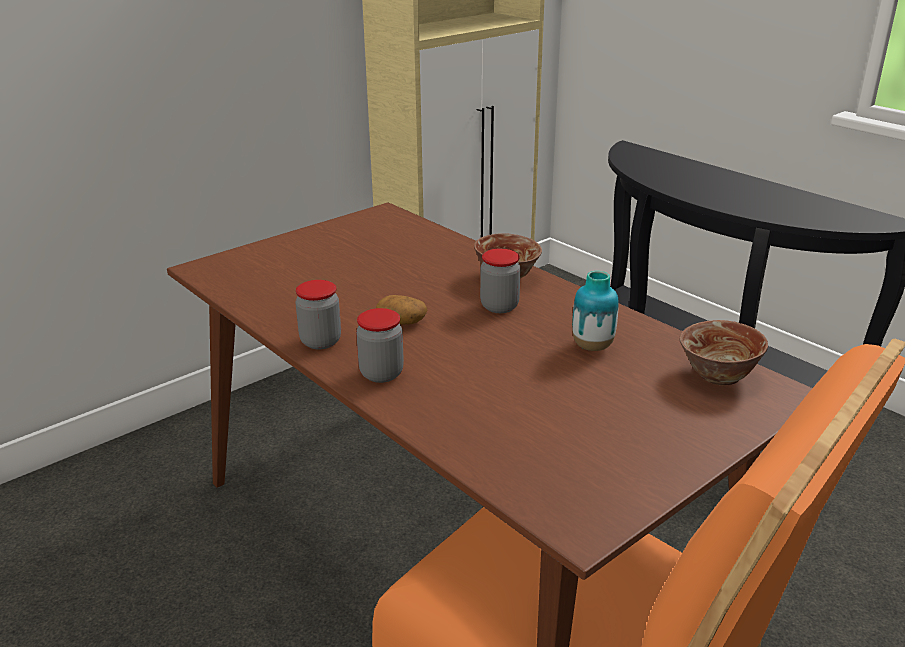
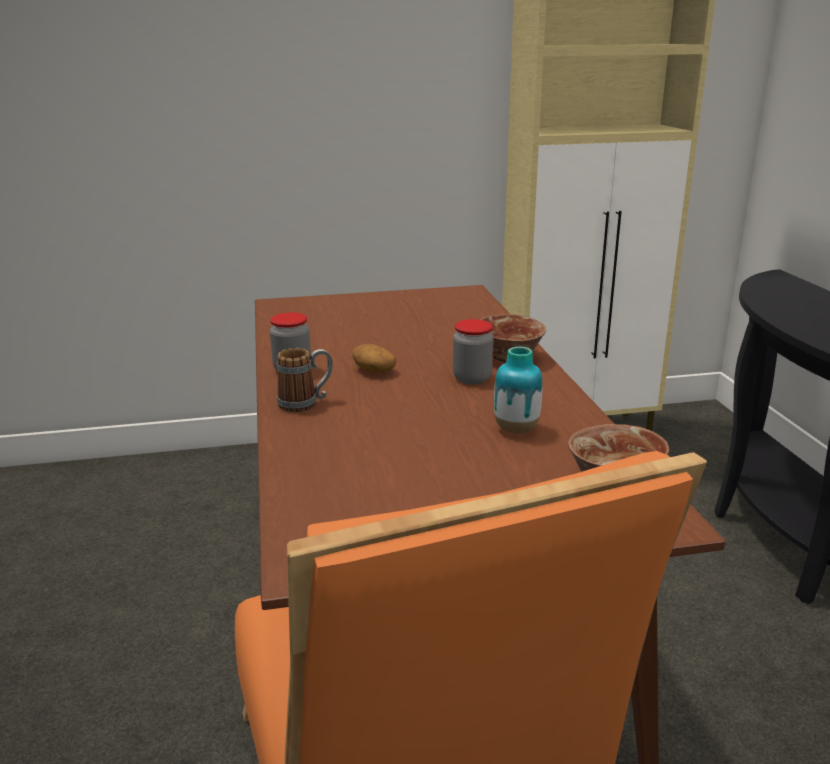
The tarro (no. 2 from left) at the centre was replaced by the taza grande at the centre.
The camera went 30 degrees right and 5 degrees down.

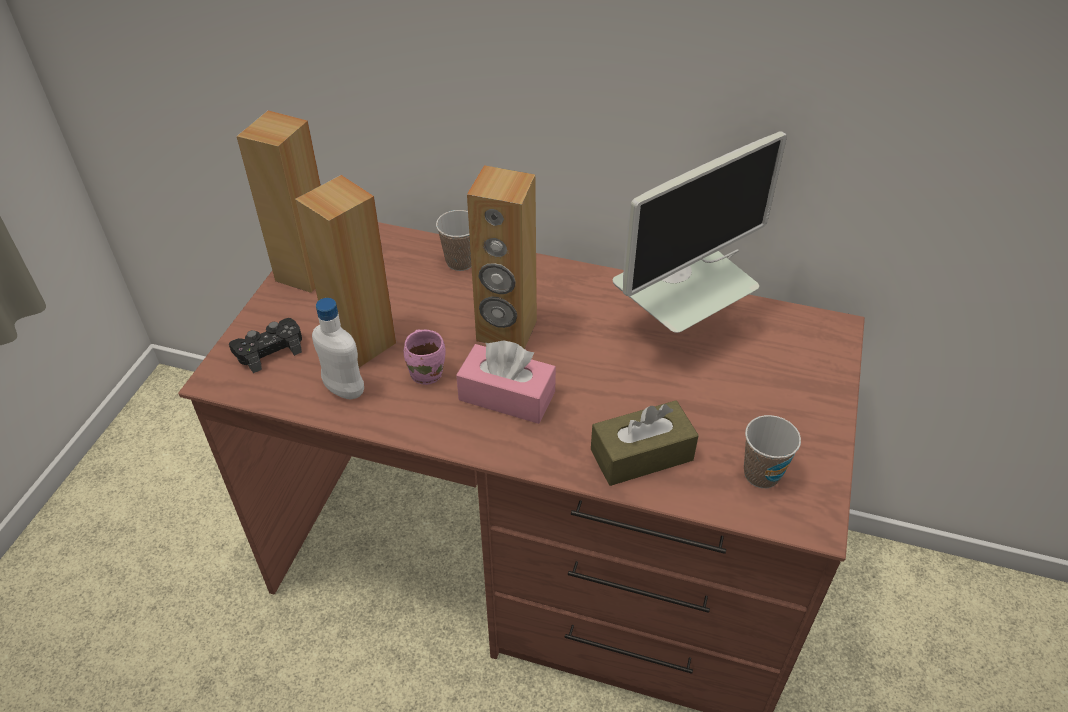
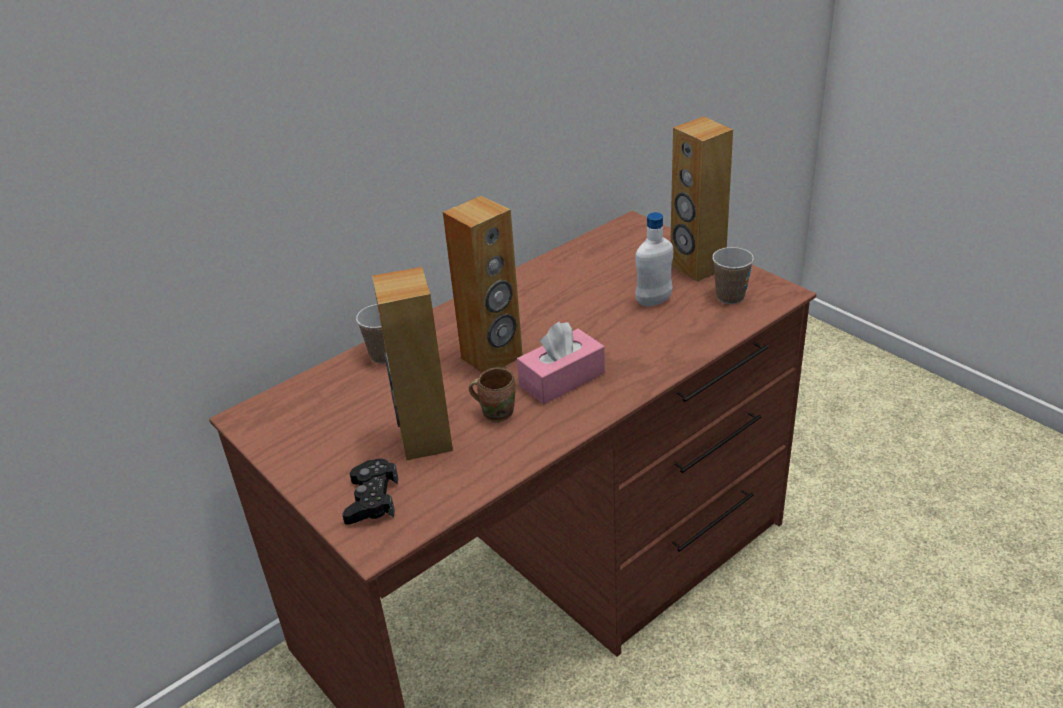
The caja de pañuelos [marrón] at the centre disappeared.
The monitor at the top centre disappeared.
The altavoz [marrón] (no. 1 from left in the first image) moved from the top left to the top centre.
The botella [blanco] moved from the middle left to the centre.
The taza grande [rosa] at the centre became the taza grande [marrón] at the centre.
The camera went 55 degrees left and 10 degrees down.

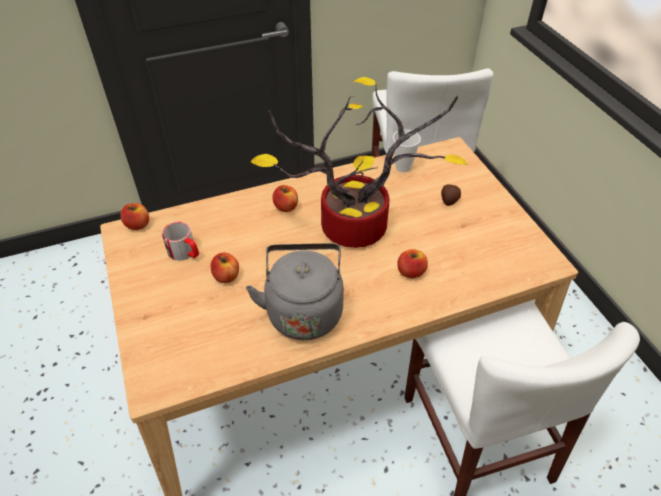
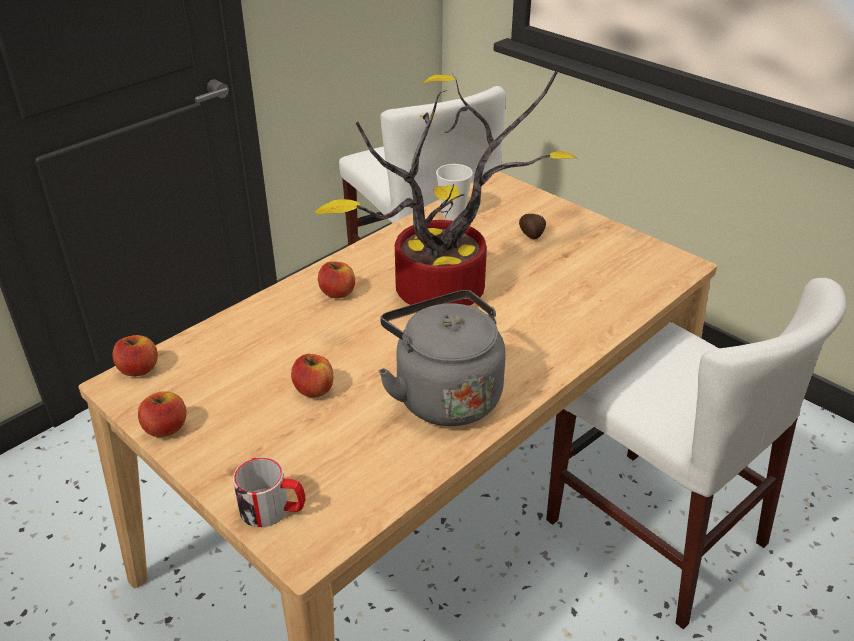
The taza grande moved from the middle left to the bottom left.
The manzana (no. 4 from left in the first image) moved from the centre to the middle left.
The camera went 25 degrees left and 10 degrees down.

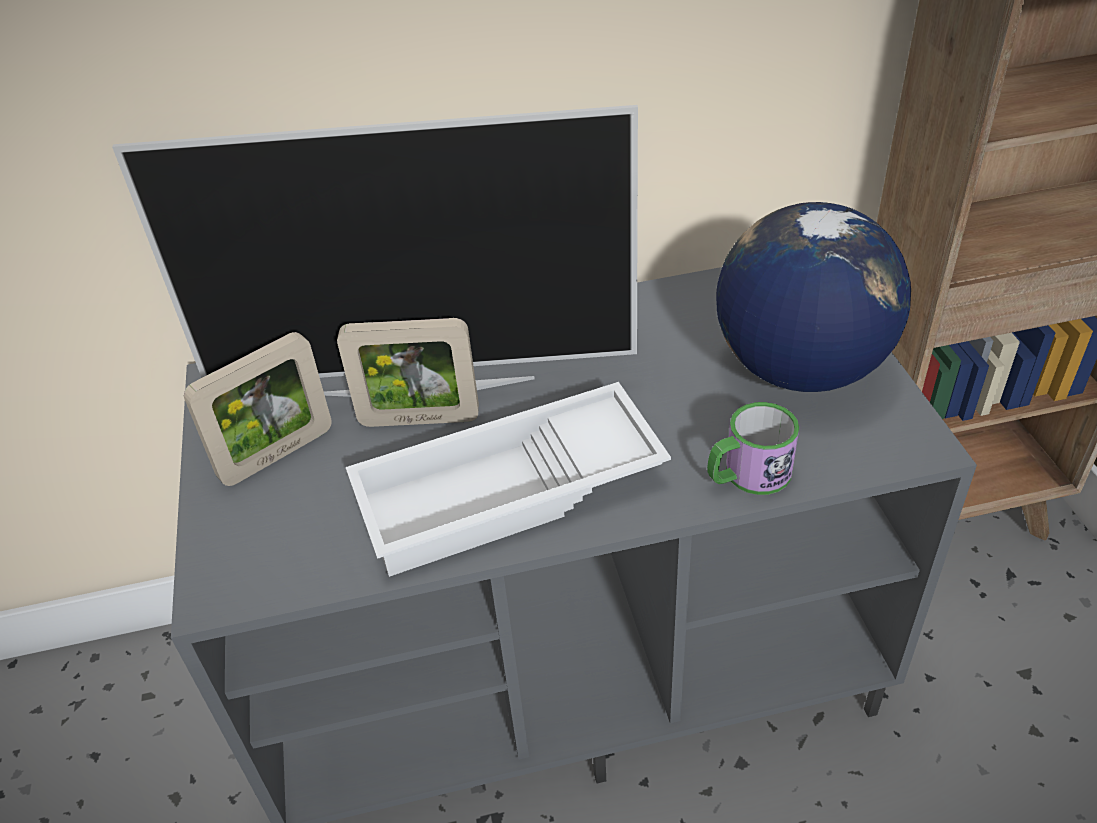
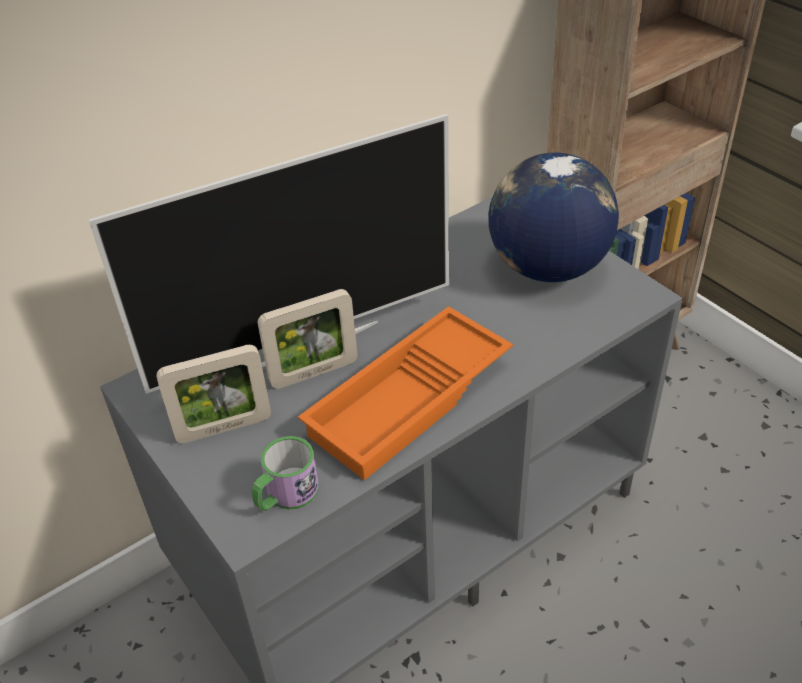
The taza grande moved from the middle right to the bottom centre.
The bandeja [blanco] at the centre became the bandeja [naranja] at the centre.
The portarretratos (no. 1 from left) at the middle left turned 45 degrees clockwise.
The camera went 25 degrees left and 0 degrees up.

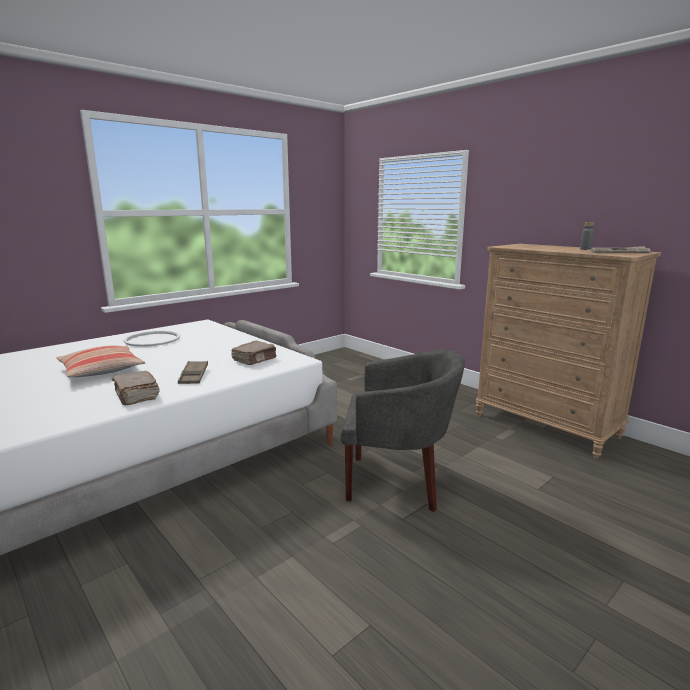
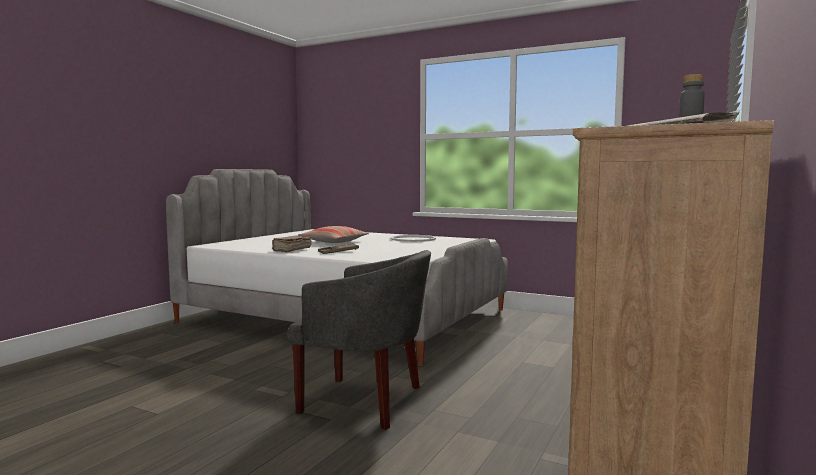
The libro [marrón] (no. 2 from left) at the centre disappeared.
The sillón [gris] at the centre turned 60 degrees counterclockwise.
The camera went 70 degrees right and 10 degrees down.

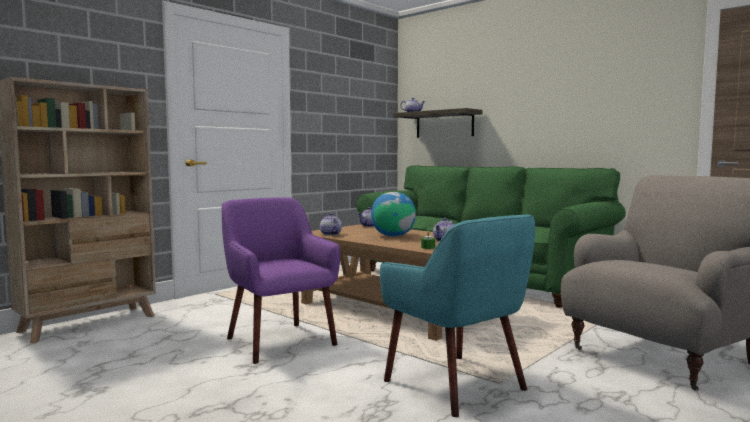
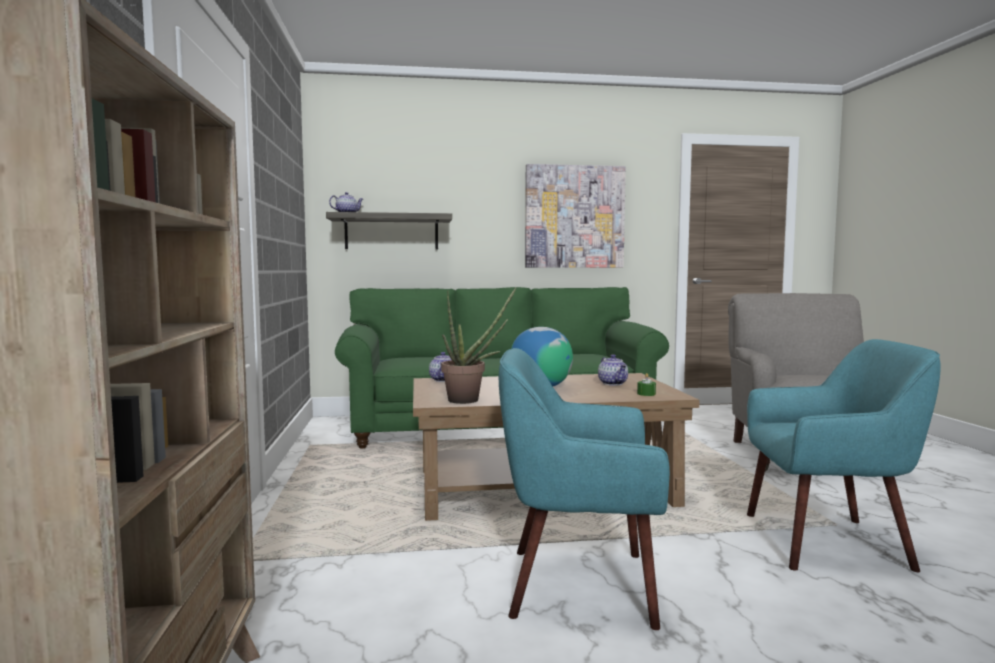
The cuadro at the top centre appeared.
The tetera (no. 1 from left) at the centre was replaced by the planta en maceta at the centre.
The sillón [morado] at the centre became the sillón [turquesa] (no. 1 from left) at the bottom centre.
The camera went 50 degrees left and 0 degrees up.

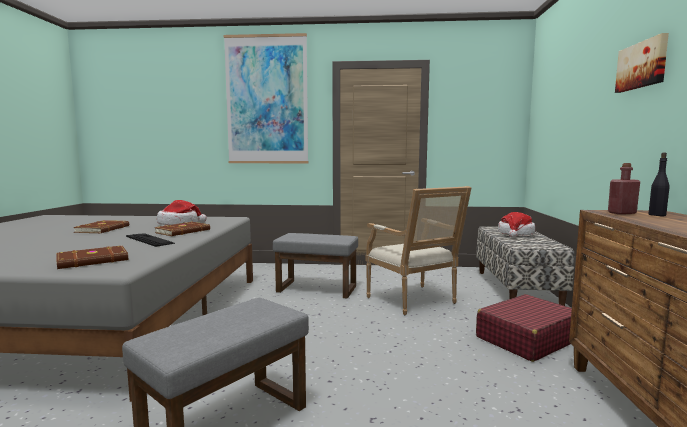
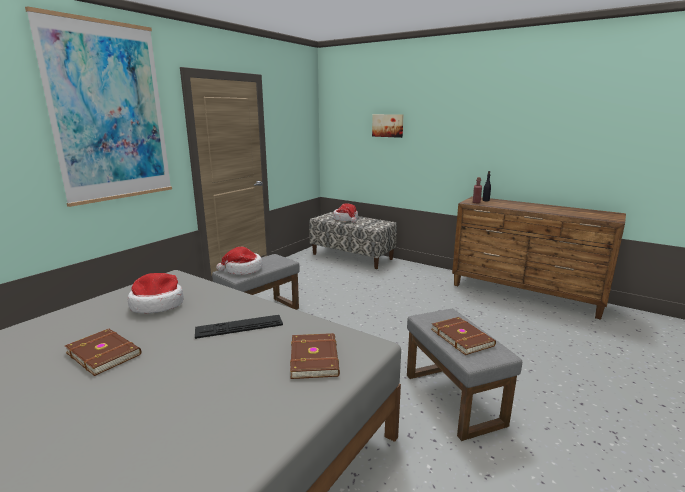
The sillón at the centre disappeared.
The maleta [rojo] at the bottom right disappeared.
The sombrero (no. 2 from left) at the centre appeared.
The libro [marrón] (no. 3 from left) moved from the middle left to the bottom right.
The cuadro (no. 2 from left) moved from the top right to the top centre.
The camera went 60 degrees left and 10 degrees up.

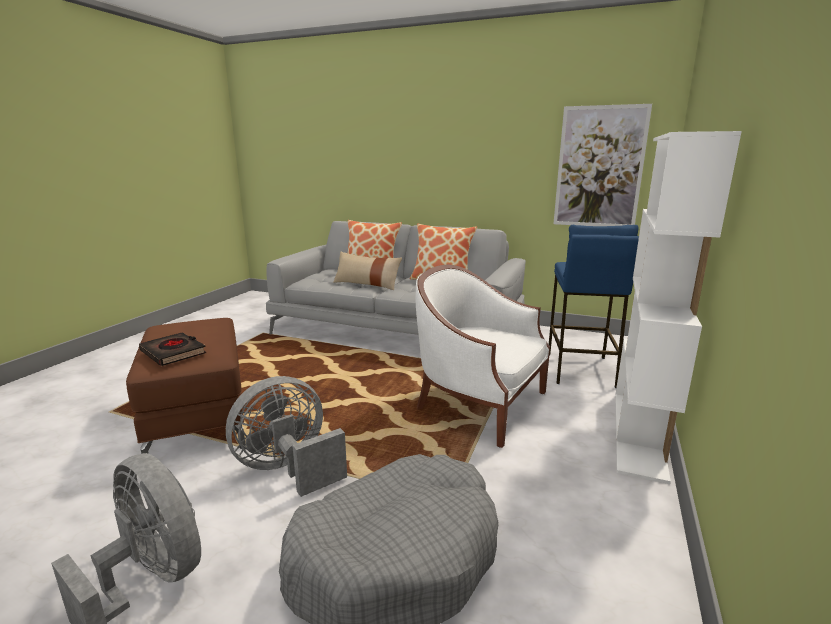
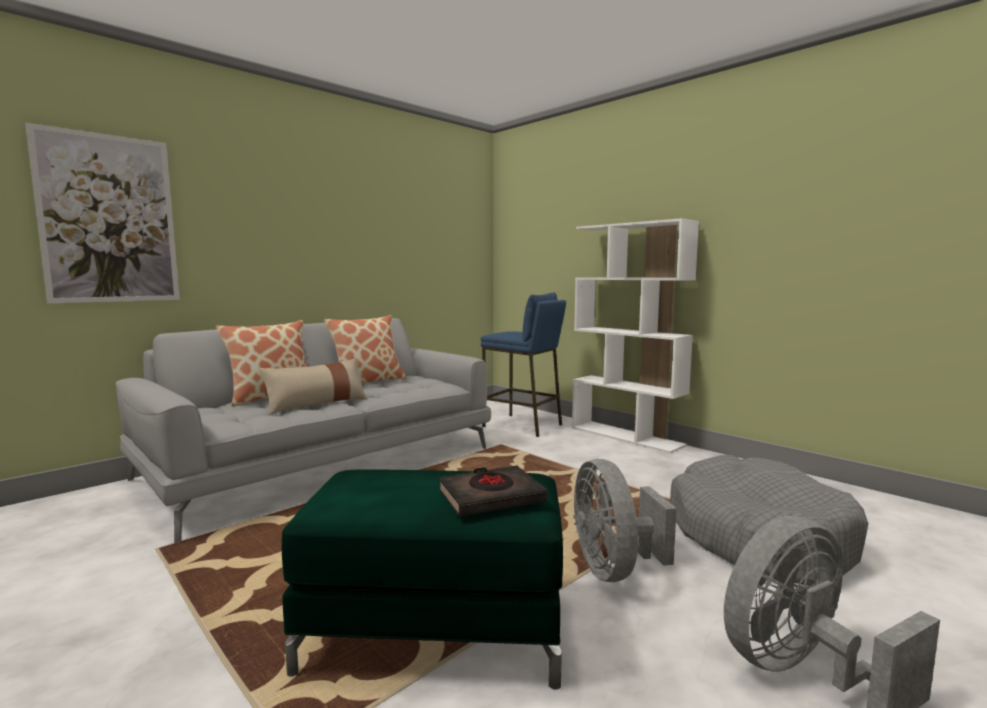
The sillón [blanco] at the centre disappeared.
The cuadro moved from the top right to the top left.
The puf [marrón] at the middle left became the puf [verde] at the bottom centre.
The camera went 65 degrees left and 10 degrees down.

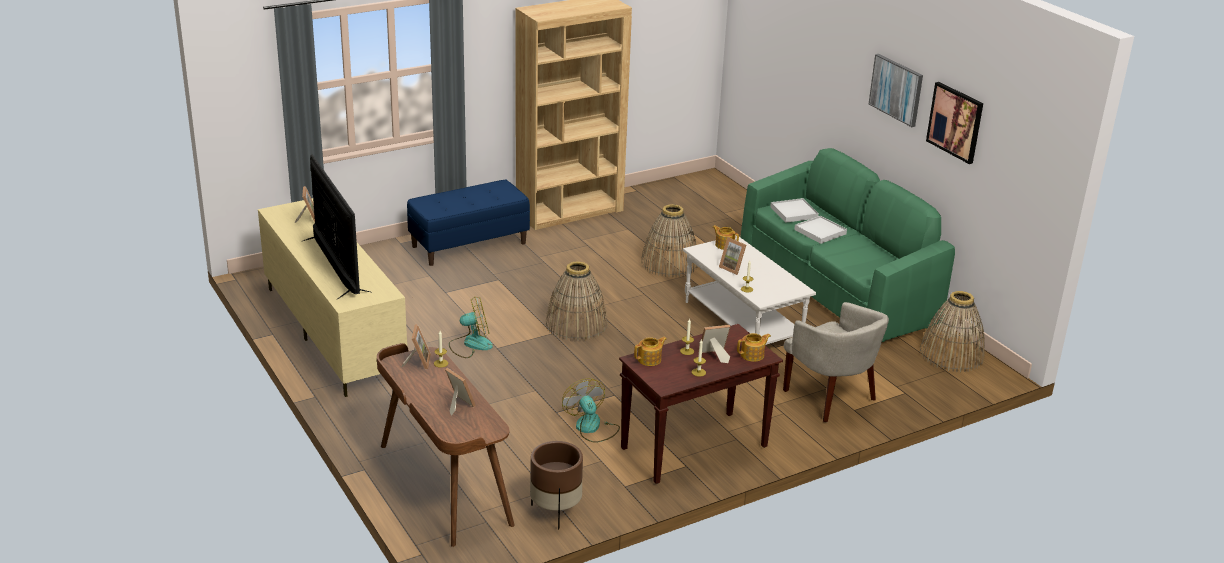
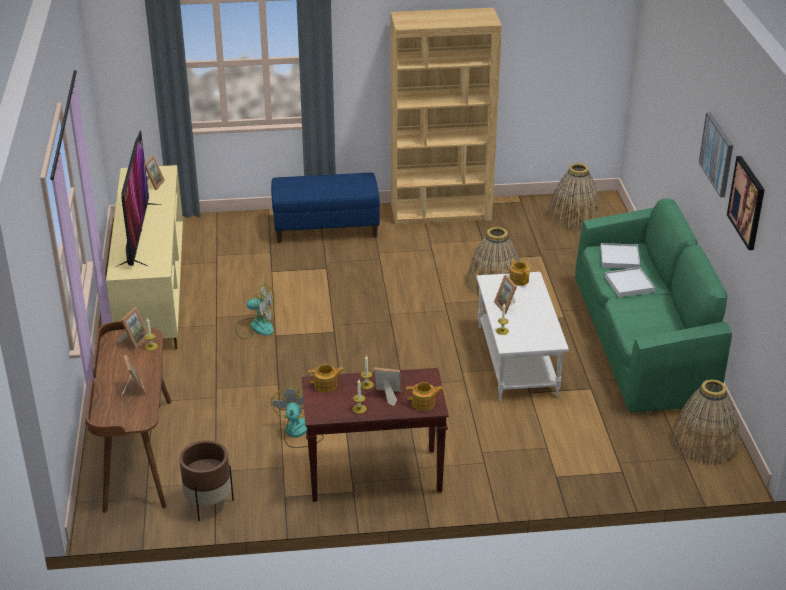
The sillón [beis] at the middle right disappeared.
The cesta (no. 1 from left in the first image) moved from the centre to the middle right.
The camera went 25 degrees right and 5 degrees up.

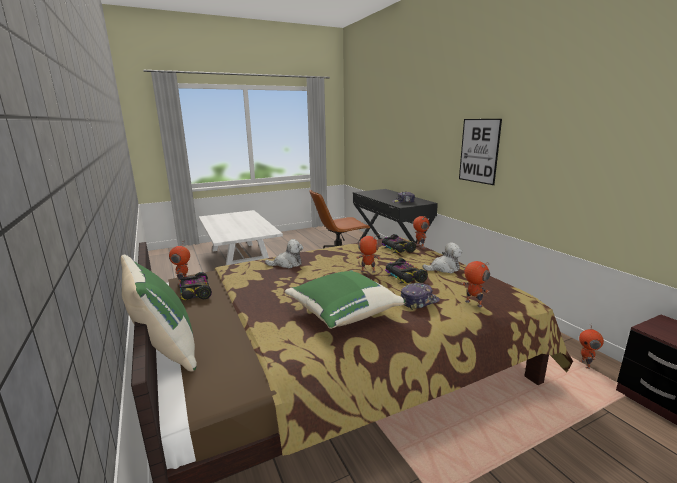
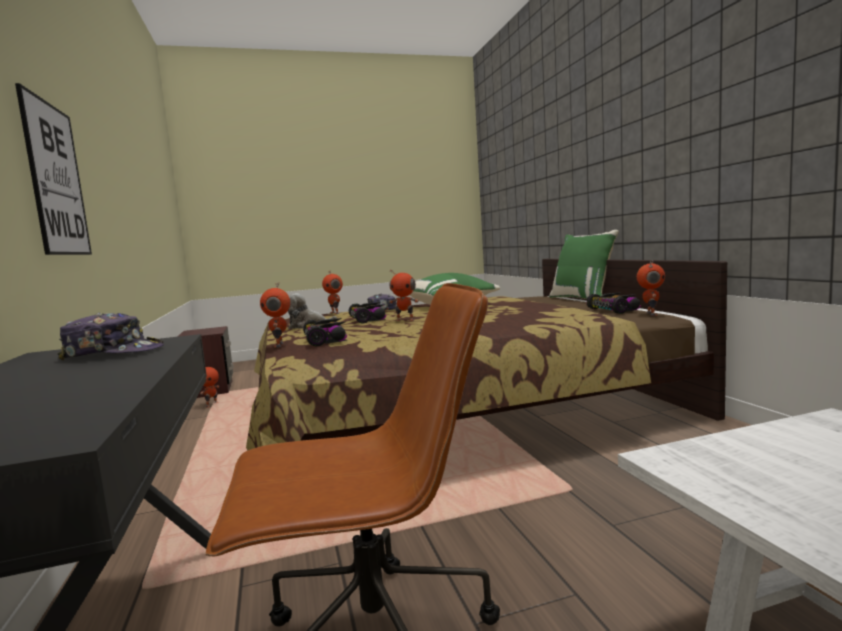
The peluche (no. 1 from left) at the centre disappeared.
The camera went 170 degrees left and 10 degrees down.

